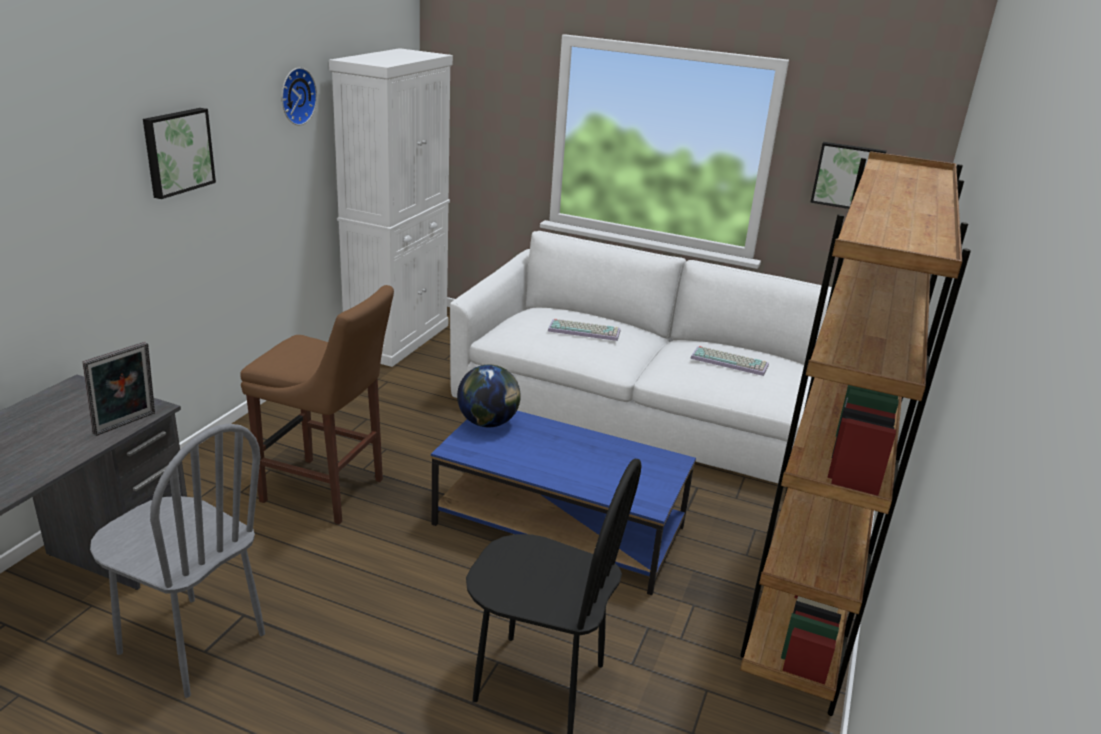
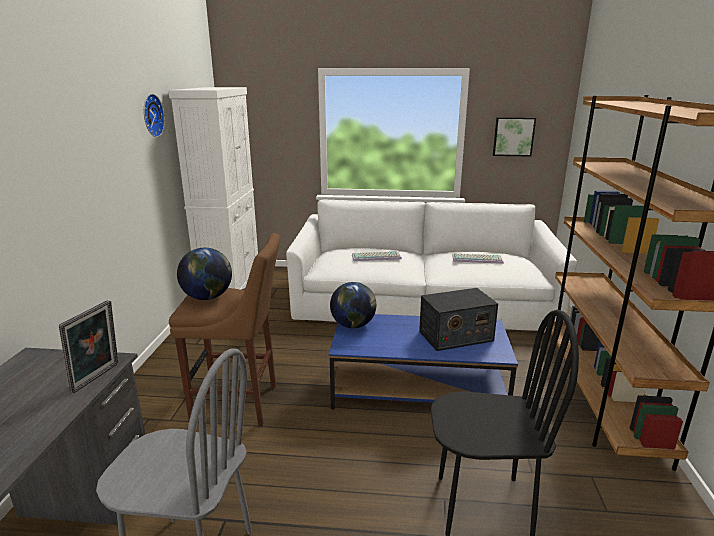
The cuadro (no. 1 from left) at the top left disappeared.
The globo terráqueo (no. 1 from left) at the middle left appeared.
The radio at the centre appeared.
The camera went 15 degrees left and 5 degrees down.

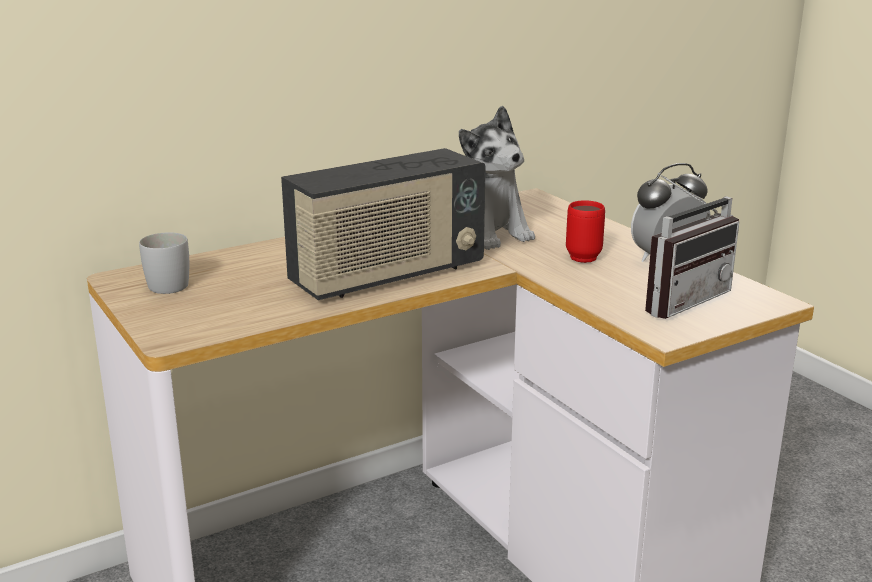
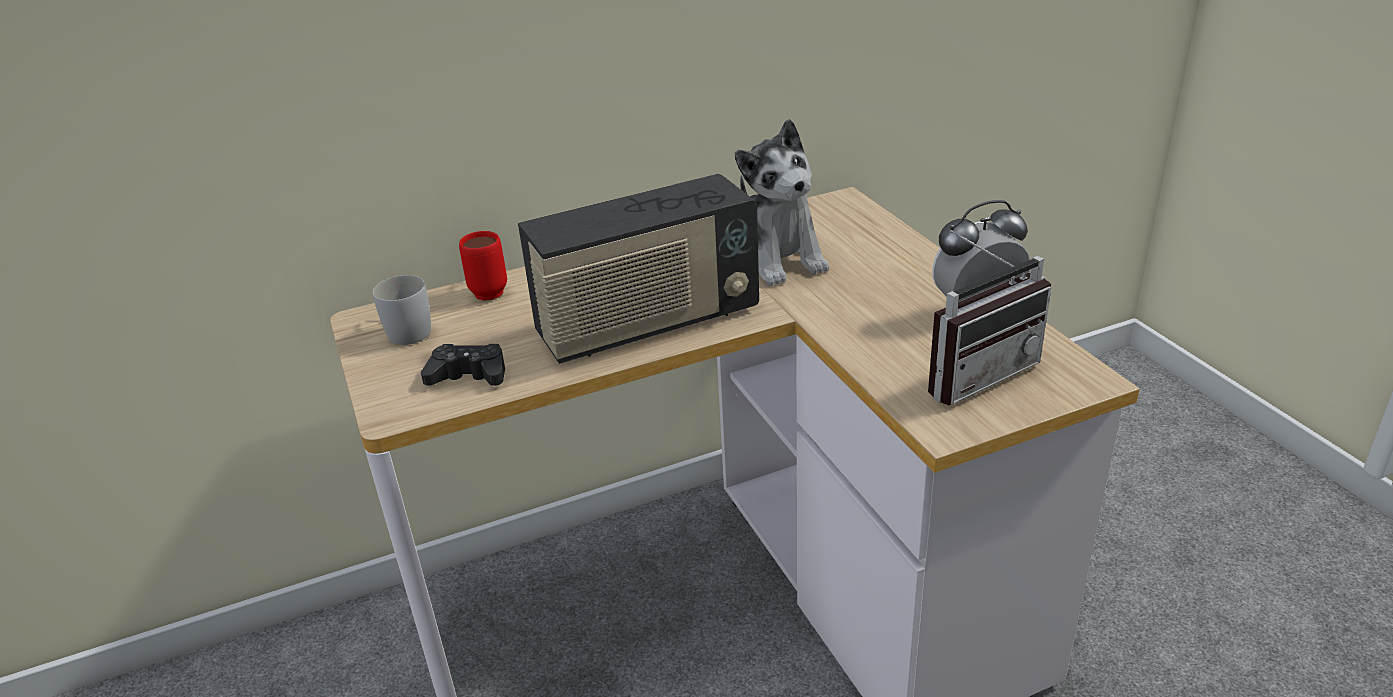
The mando de consola [negro] at the middle left appeared.
The taza grande [rojo] moved from the middle right to the centre.
The camera went 10 degrees right and 10 degrees up.

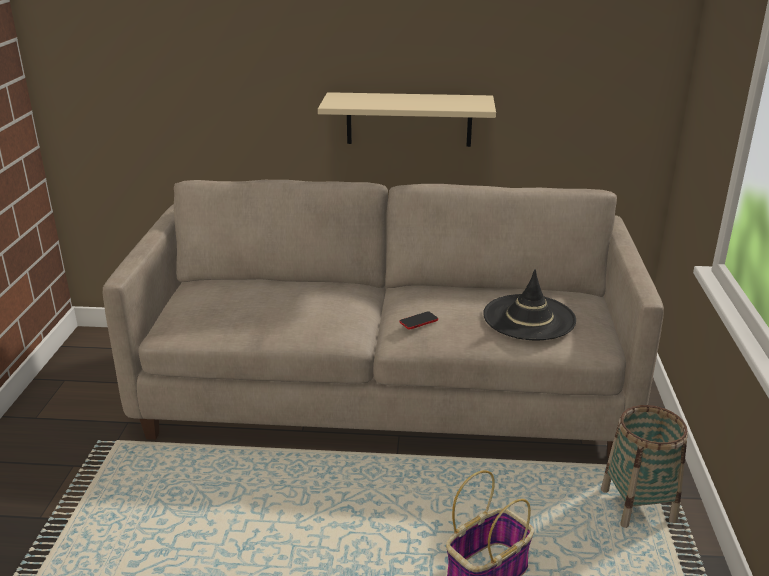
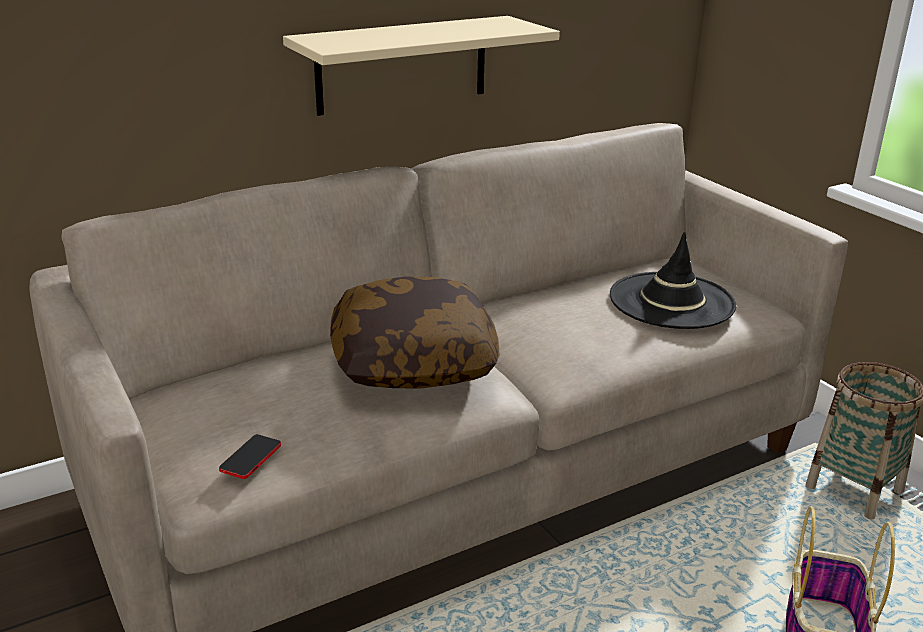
The cojín at the centre appeared.
The móvil moved from the centre to the bottom left.
The camera went 35 degrees left and 0 degrees up.

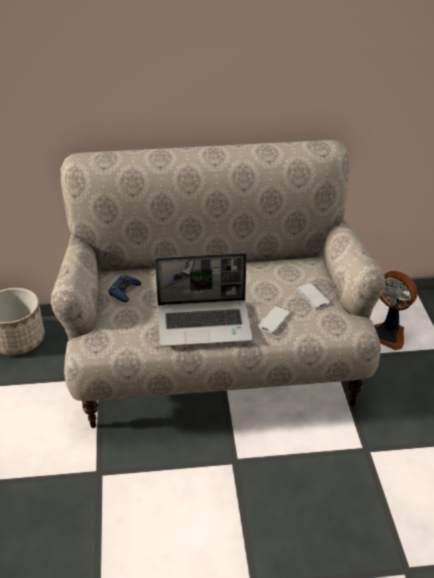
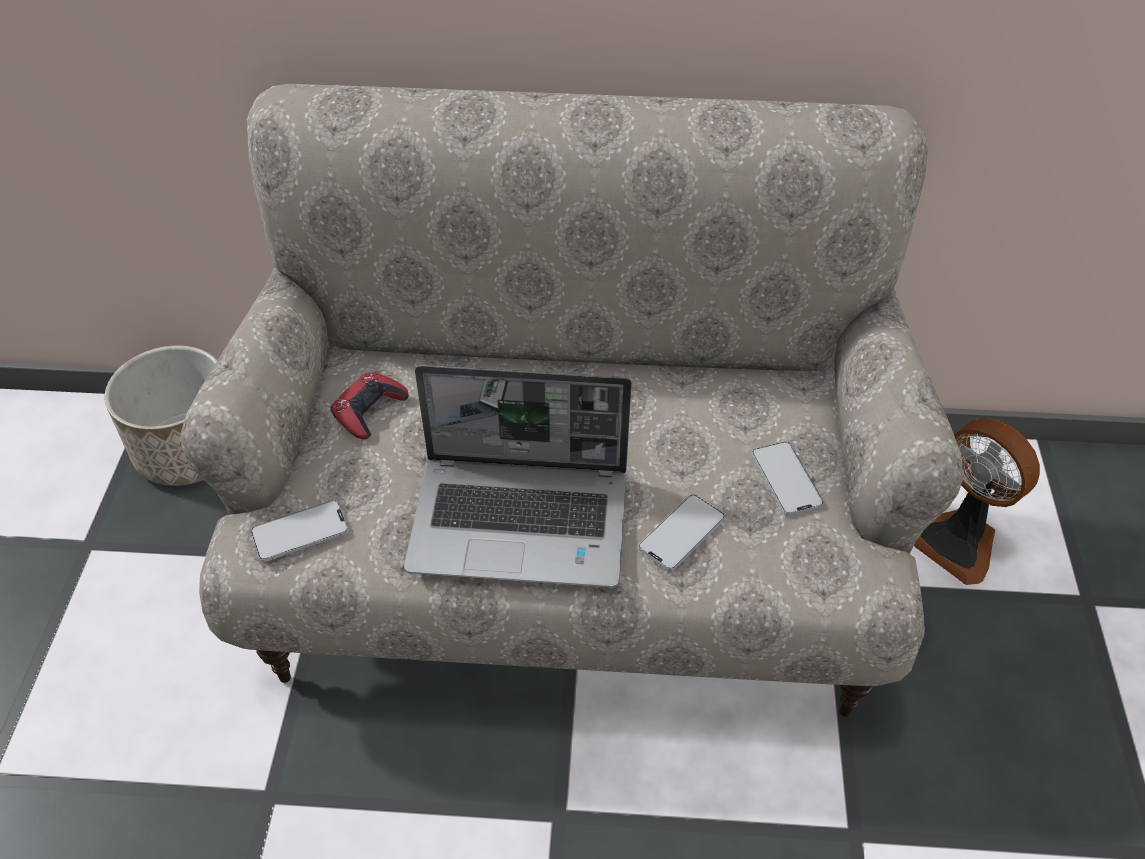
The móvil (no. 1 from left) at the middle left appeared.
The mando de consola [azul] at the middle left became the mando de consola [rojo] at the middle left.
The camera went 10 degrees right and 10 degrees up.

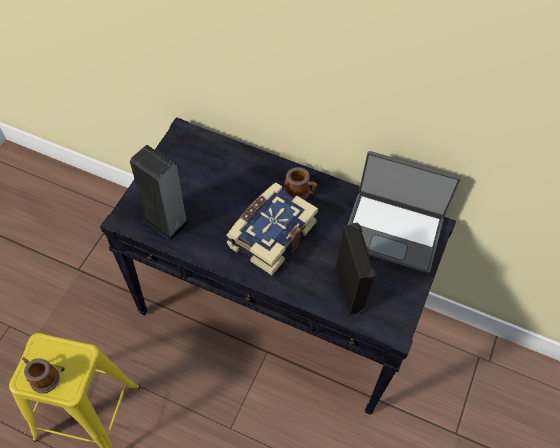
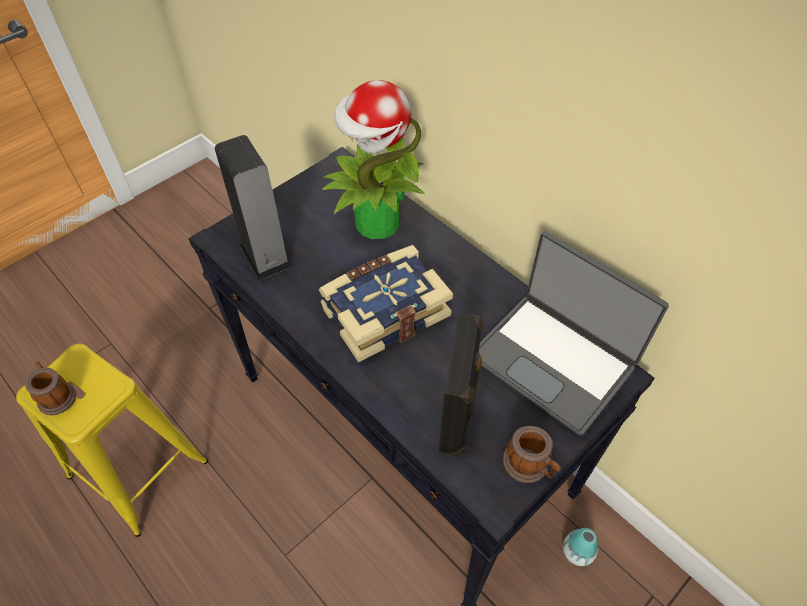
The planta en maceta at the top centre appeared.
The florero at the bottom right appeared.
The taza grande (no. 2 from left) moved from the centre to the bottom centre.
The camera went 25 degrees right and 5 degrees down.

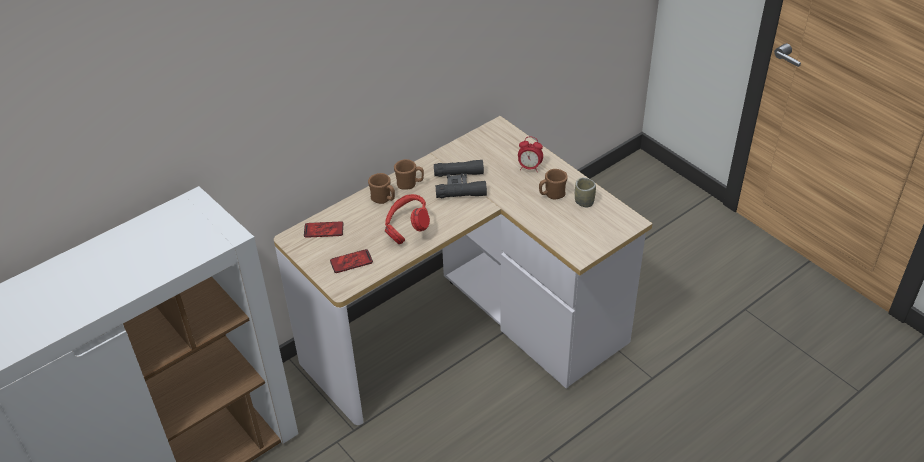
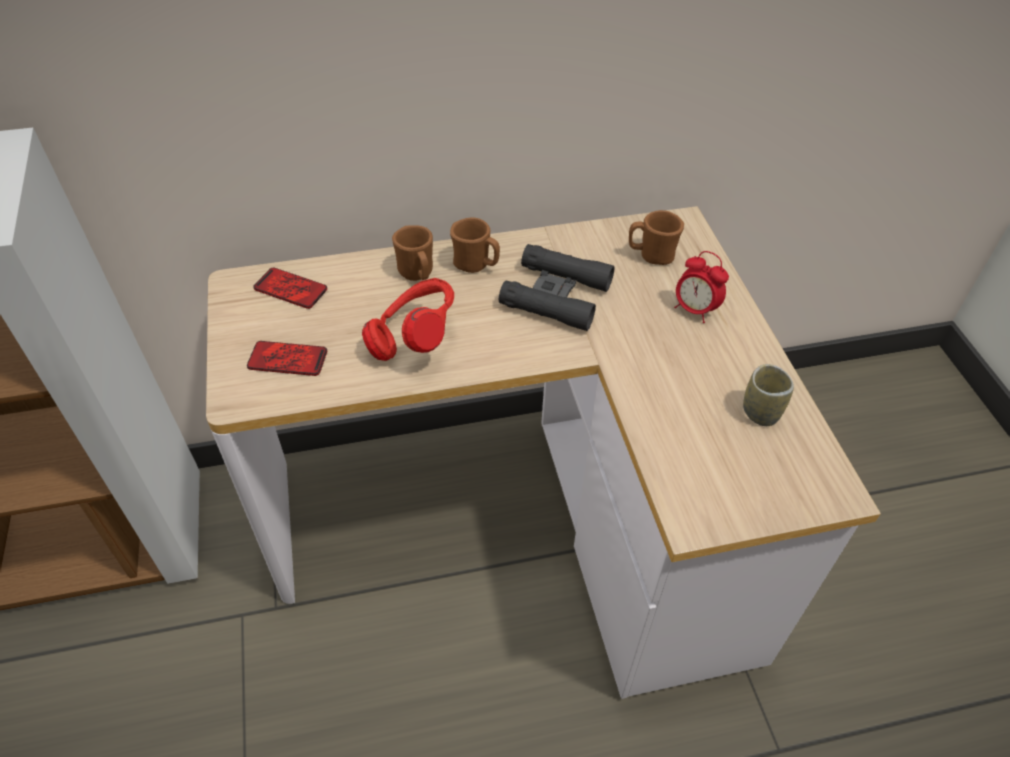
The taza grande [marrón] (no. 3 from left) moved from the centre to the top centre.
The camera went 25 degrees right and 5 degrees up.

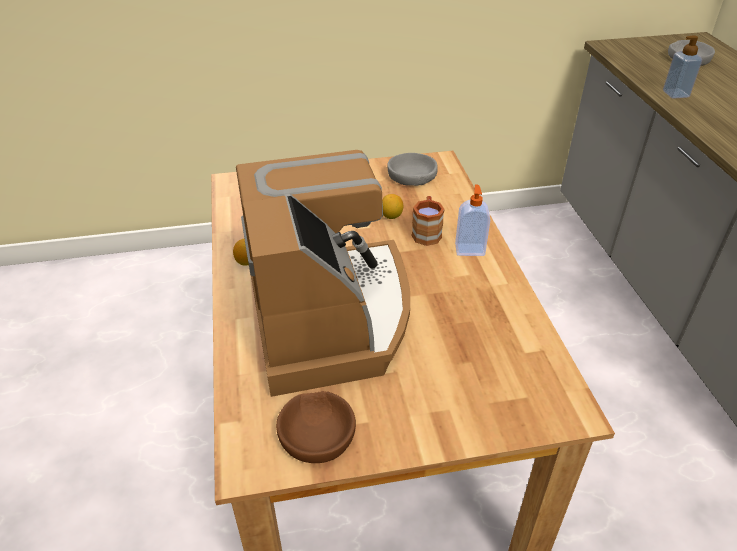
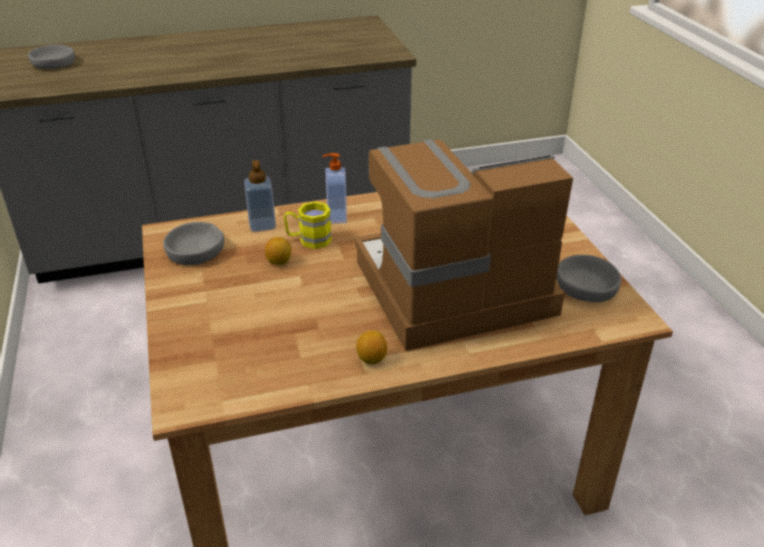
The dispensador de jabón (no. 2 from left in the first image) moved from the top right to the centre.
The cuenco [marrón] at the bottom centre became the cuenco [gris] (no. 3 from left) at the middle right.
The taza grande [marrón] at the centre became the taza grande [amarillo] at the centre.
The camera went 95 degrees left and 5 degrees down.

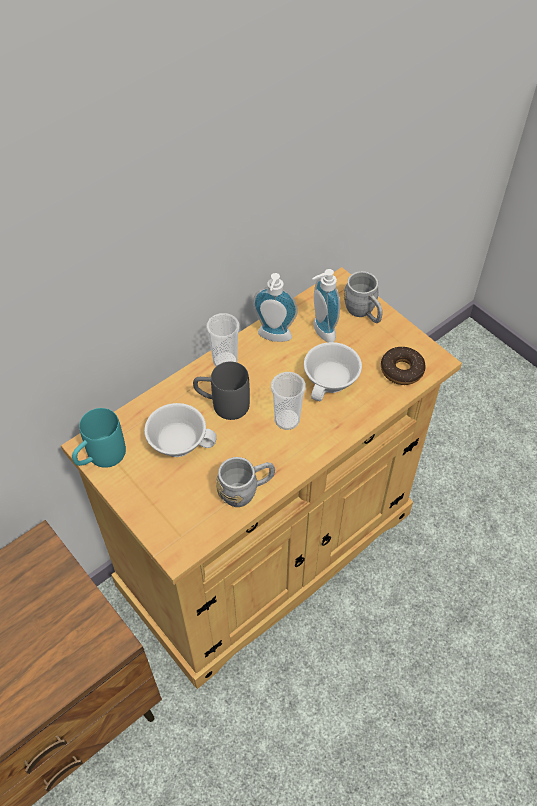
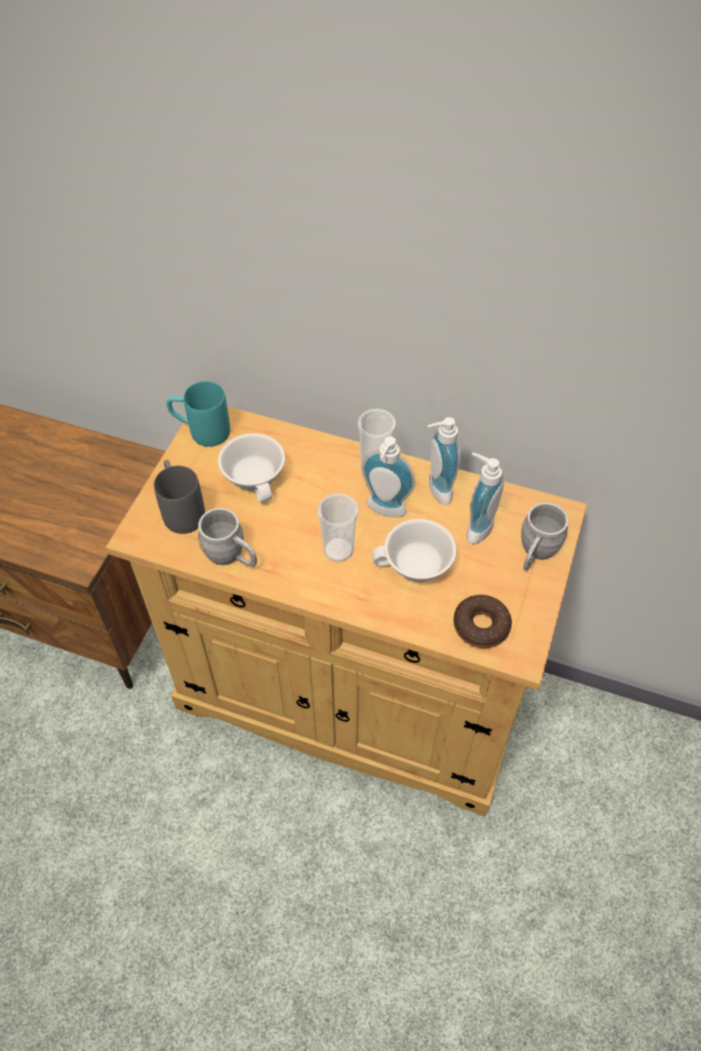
The dispensador de jabón (no. 1 from left) at the centre appeared.
The taza grande [gris] (no. 1 from left) moved from the centre to the middle left.
The camera went 60 degrees right and 0 degrees up.

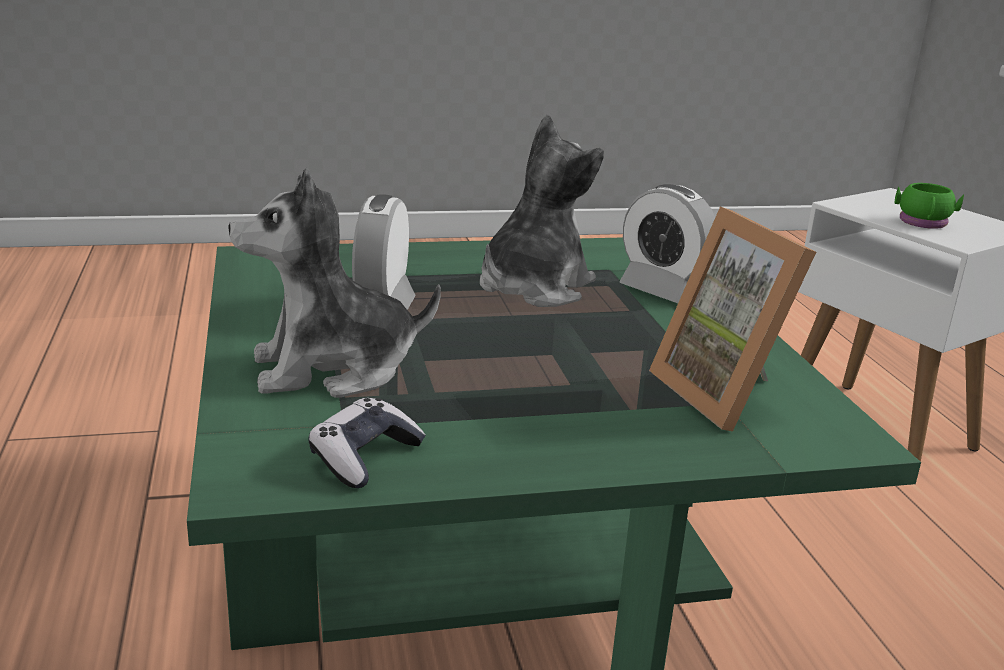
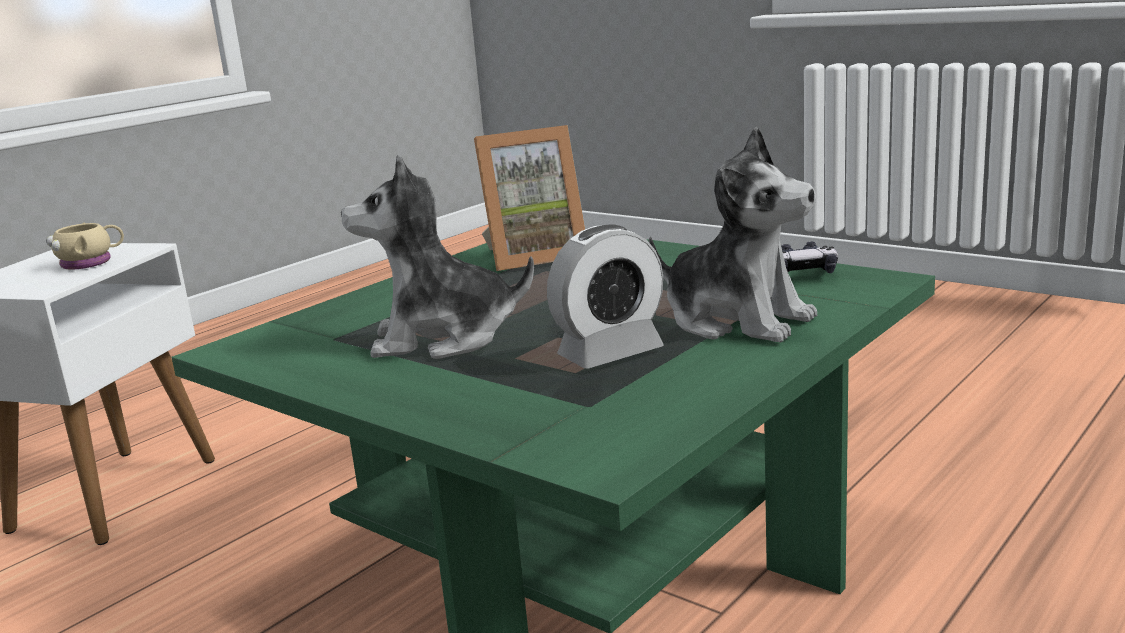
The despertador (no. 2 from left) at the centre disappeared.
The taza grande [verde] at the top right became the taza grande [beis] at the middle left.
The portarretratos at the middle right turned 45 degrees clockwise.
The camera went 125 degrees left and 5 degrees down.

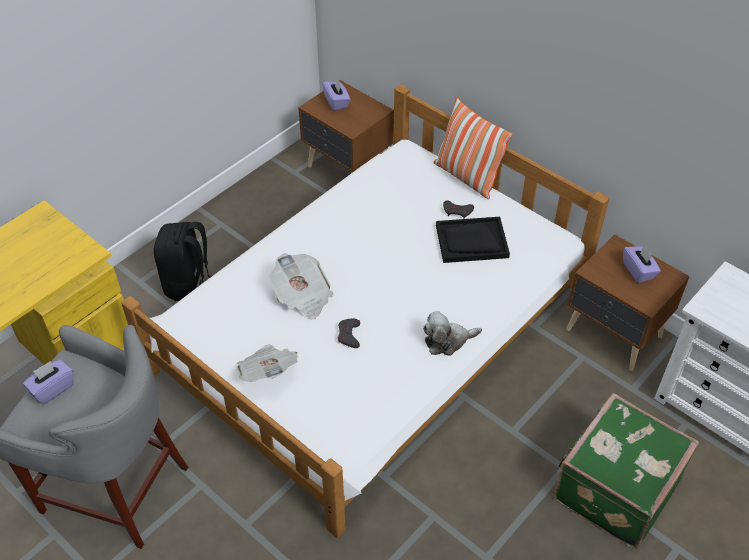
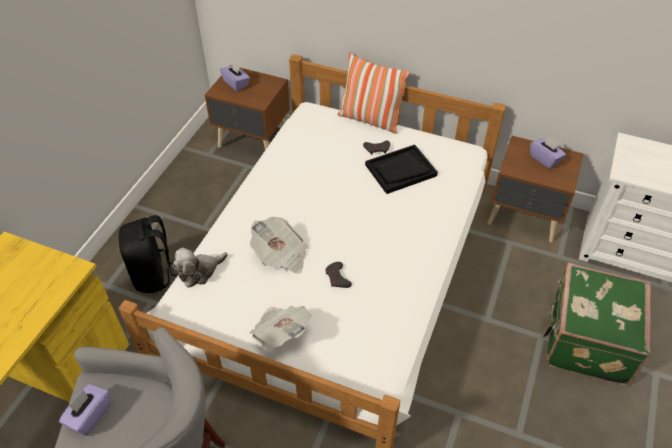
The peluche moved from the centre to the middle left.
The camera went 20 degrees left and 0 degrees up.

